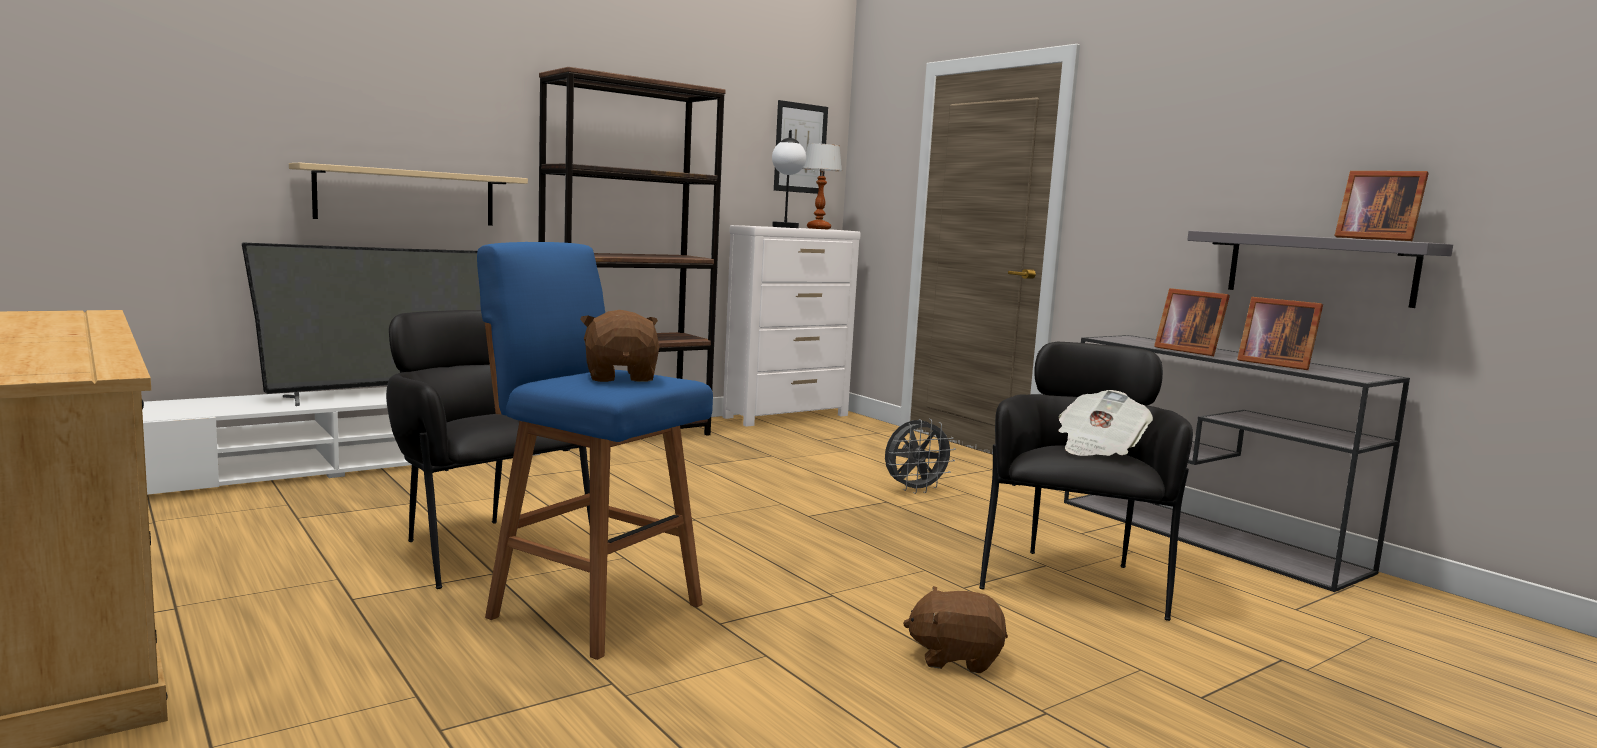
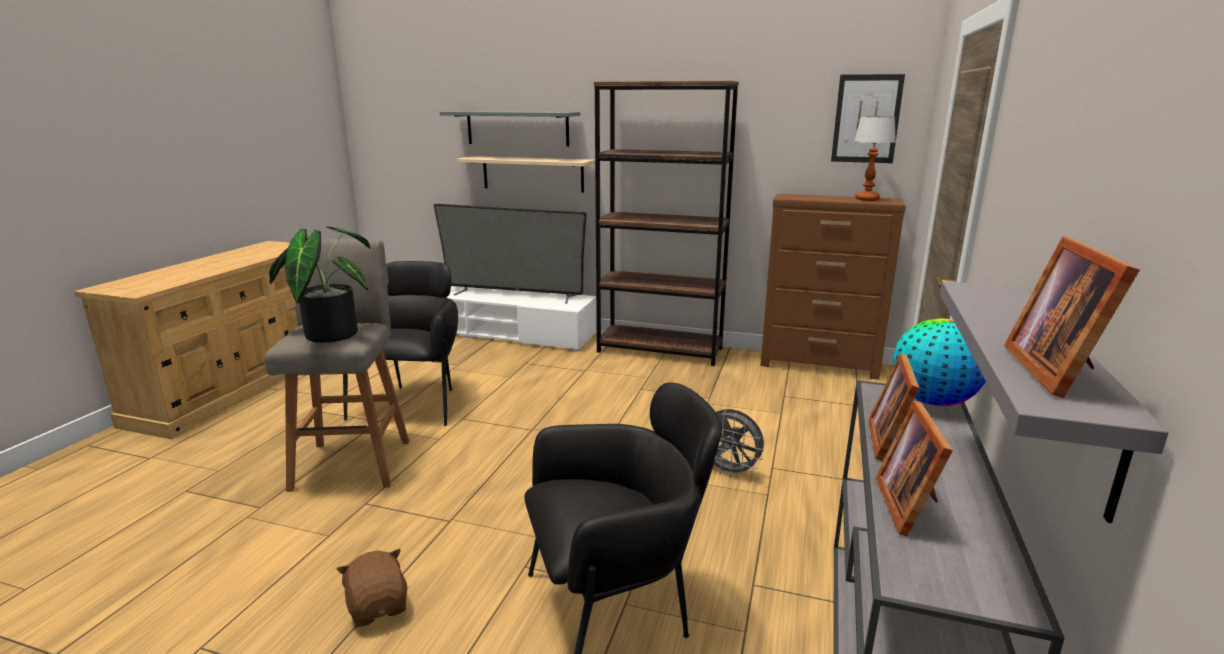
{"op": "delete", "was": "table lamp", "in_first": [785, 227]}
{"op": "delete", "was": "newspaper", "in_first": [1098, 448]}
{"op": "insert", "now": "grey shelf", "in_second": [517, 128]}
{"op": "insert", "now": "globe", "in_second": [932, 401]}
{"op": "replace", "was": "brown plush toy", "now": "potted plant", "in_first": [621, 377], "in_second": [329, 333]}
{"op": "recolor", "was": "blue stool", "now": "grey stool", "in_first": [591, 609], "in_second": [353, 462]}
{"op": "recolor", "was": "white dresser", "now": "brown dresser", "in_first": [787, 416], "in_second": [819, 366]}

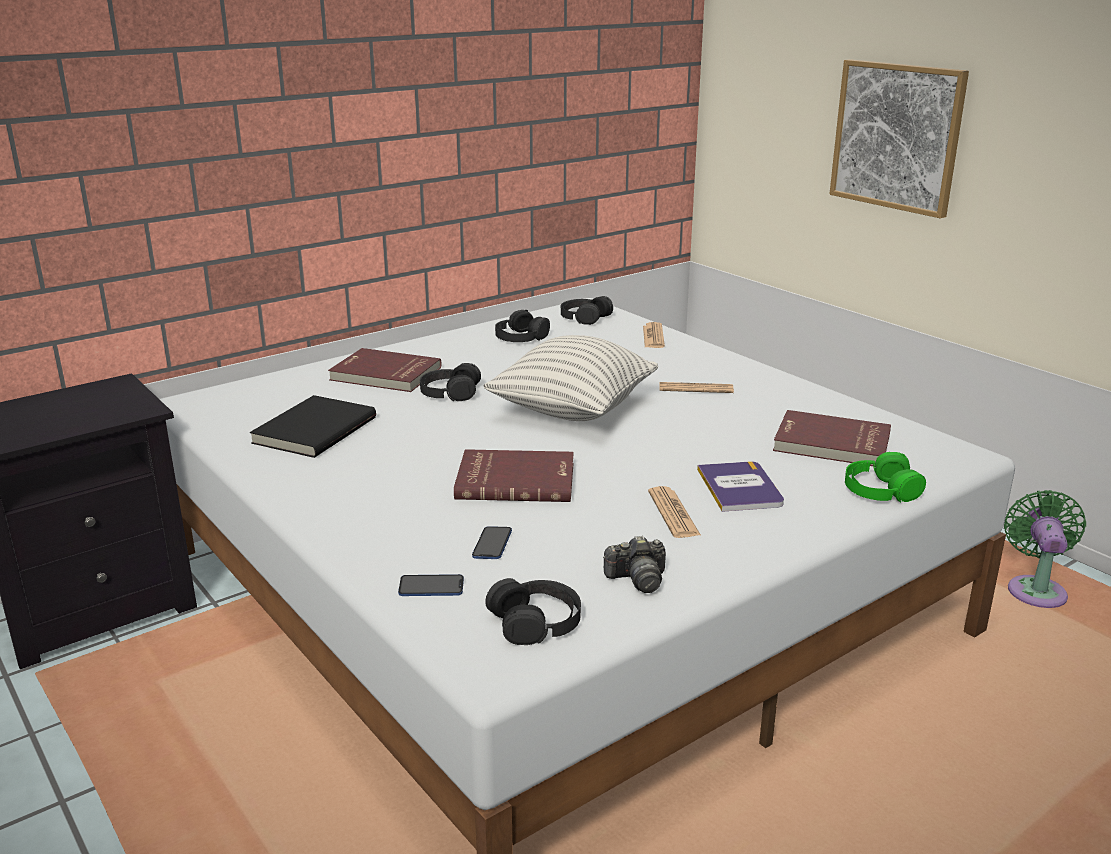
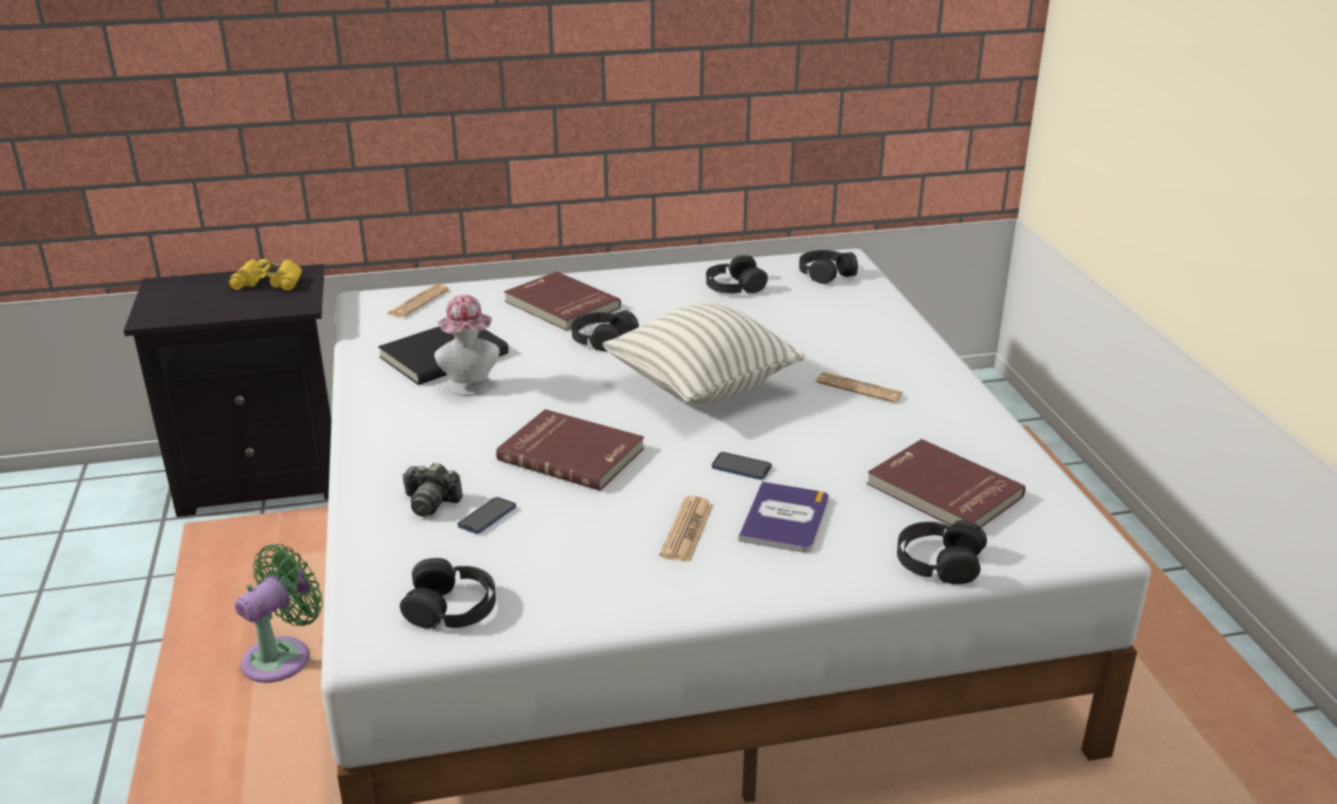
{"op": "delete", "was": "picture", "in_first": [897, 136]}
{"op": "insert", "now": "yellow binoculars", "in_second": [269, 282]}
{"op": "insert", "now": "hat", "in_second": [470, 388]}
{"op": "move", "was": "phone", "in_first": [431, 587], "in_second": [741, 467]}
{"op": "move", "was": "photo camera", "in_first": [637, 579], "in_second": [431, 503]}
{"op": "move", "was": "newspaper", "in_first": [653, 336], "in_second": [418, 302]}
{"op": "move", "was": "green fan", "in_first": [1035, 589], "in_second": [282, 657]}
{"op": "recolor", "was": "green headphones", "now": "black headphones", "in_first": [880, 489], "in_second": [938, 561]}

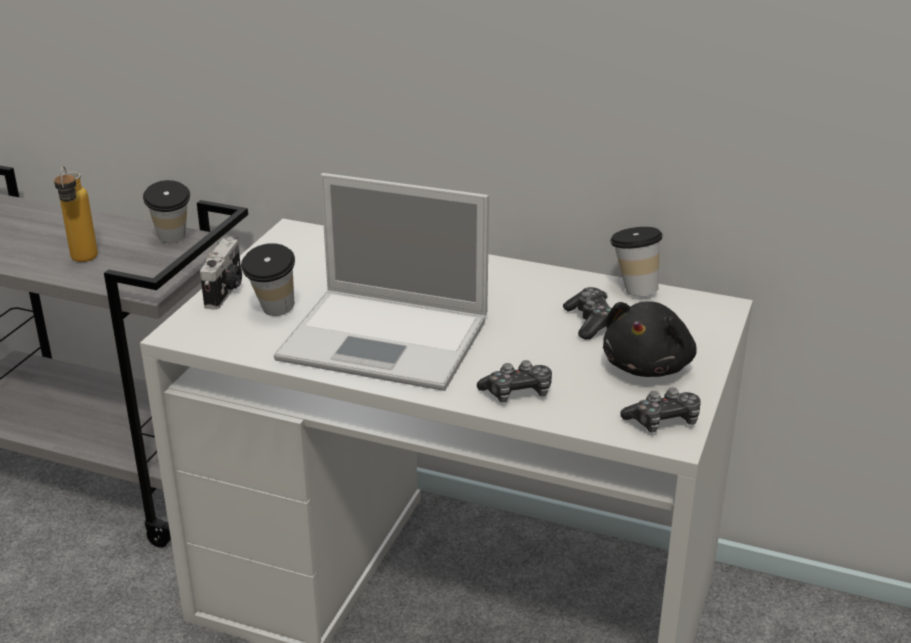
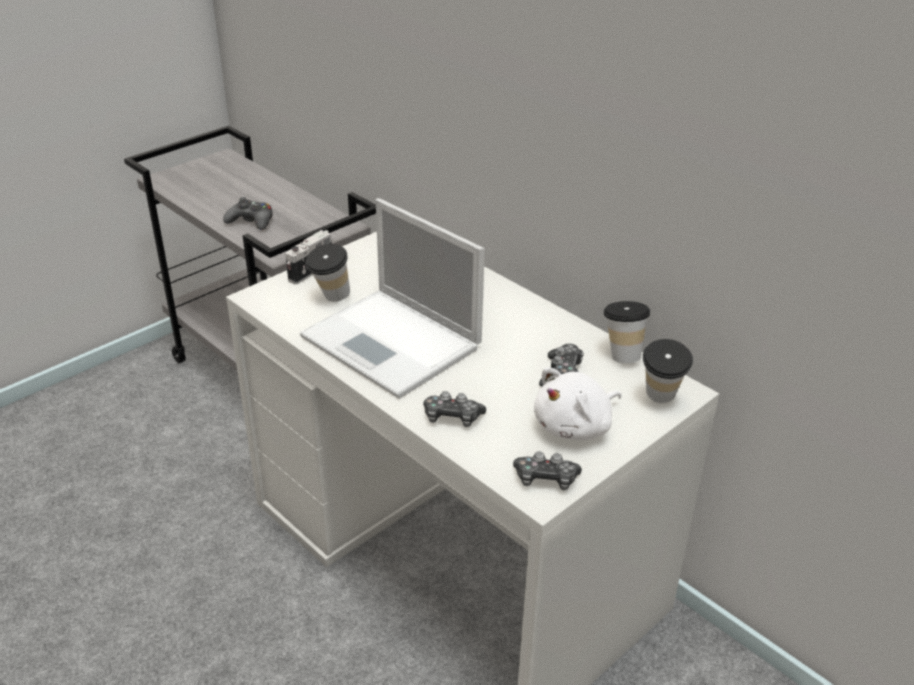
{"op": "move", "was": "cup", "in_first": [172, 241], "in_second": [660, 400]}
{"op": "replace", "was": "bottle", "now": "black game controller", "in_first": [82, 262], "in_second": [251, 221]}
{"op": "recolor", "was": "black plush toy", "now": "white plush toy", "in_first": [648, 366], "in_second": [575, 426]}

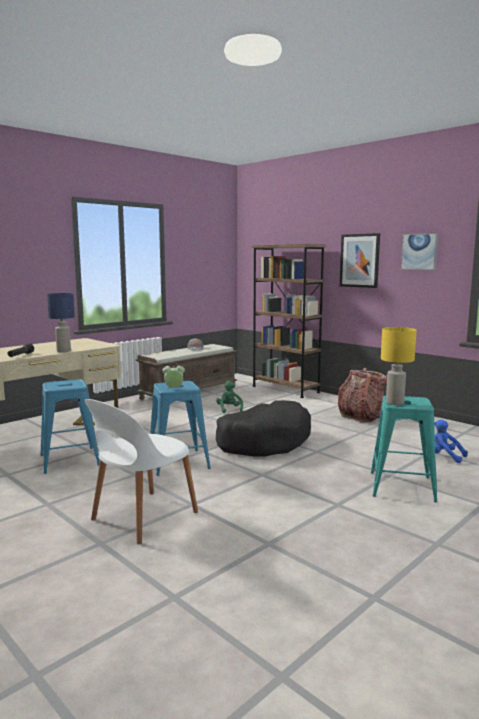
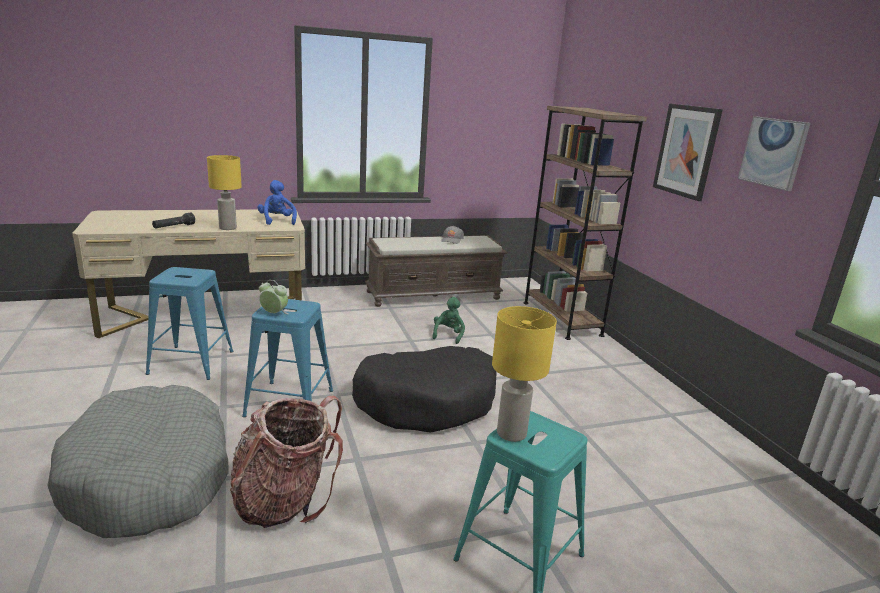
{"op": "move", "was": "backpack", "in_first": [362, 416], "in_second": [285, 500]}
{"op": "move", "was": "blue plush toy", "in_first": [445, 457], "in_second": [277, 221]}
{"op": "replace", "was": "white chair", "now": "grey dog bed", "in_first": [142, 517], "in_second": [149, 477]}
{"op": "recolor", "was": "blue table lamp", "now": "yellow table lamp", "in_first": [64, 351], "in_second": [228, 228]}

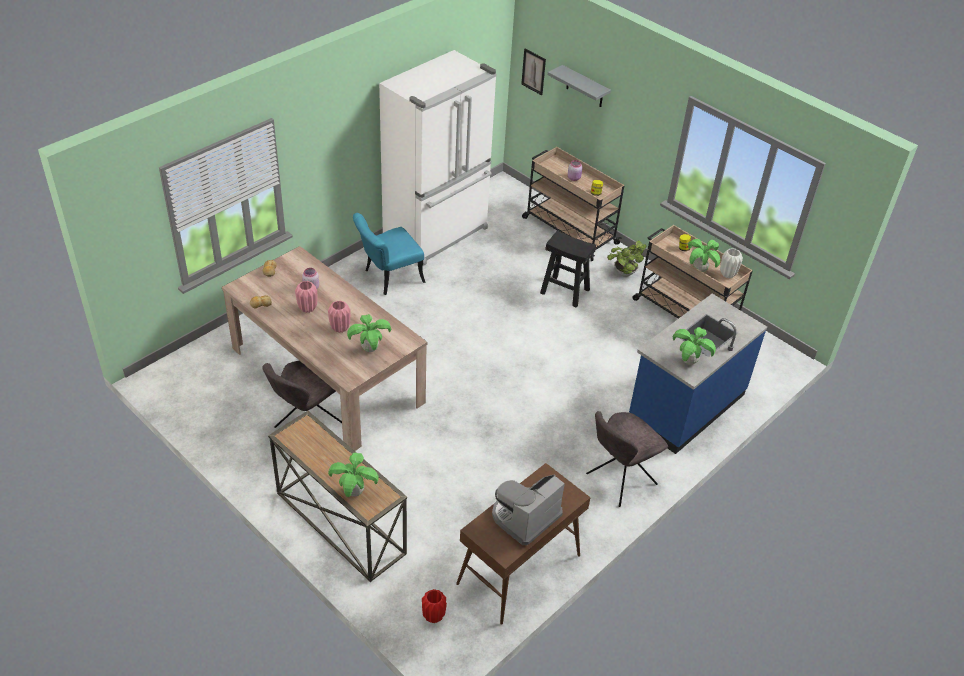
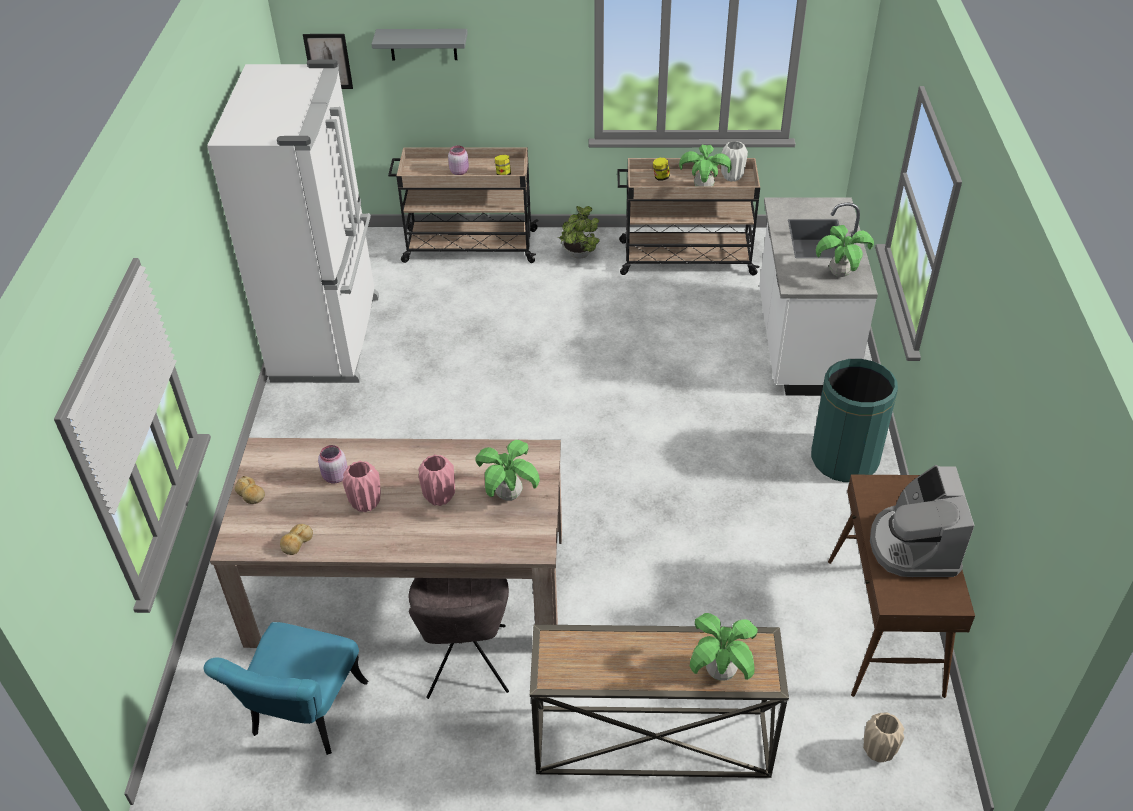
{"op": "delete", "was": "black stool", "in_first": [565, 291]}
{"op": "move", "was": "turquoise chair", "in_first": [388, 278], "in_second": [304, 719]}
{"op": "replace", "was": "grey chair", "now": "green trash can", "in_first": [619, 480], "in_second": [844, 459]}
{"op": "recolor", "was": "red vase", "now": "beige vase", "in_first": [433, 616], "in_second": [878, 752]}
{"op": "recolor", "was": "blue counter", "now": "white counter", "in_first": [685, 406], "in_second": [801, 344]}

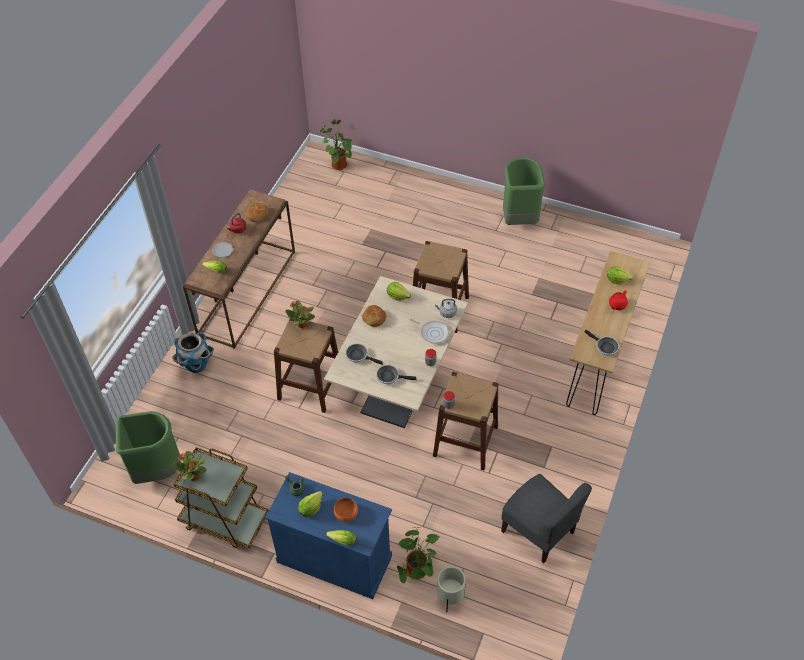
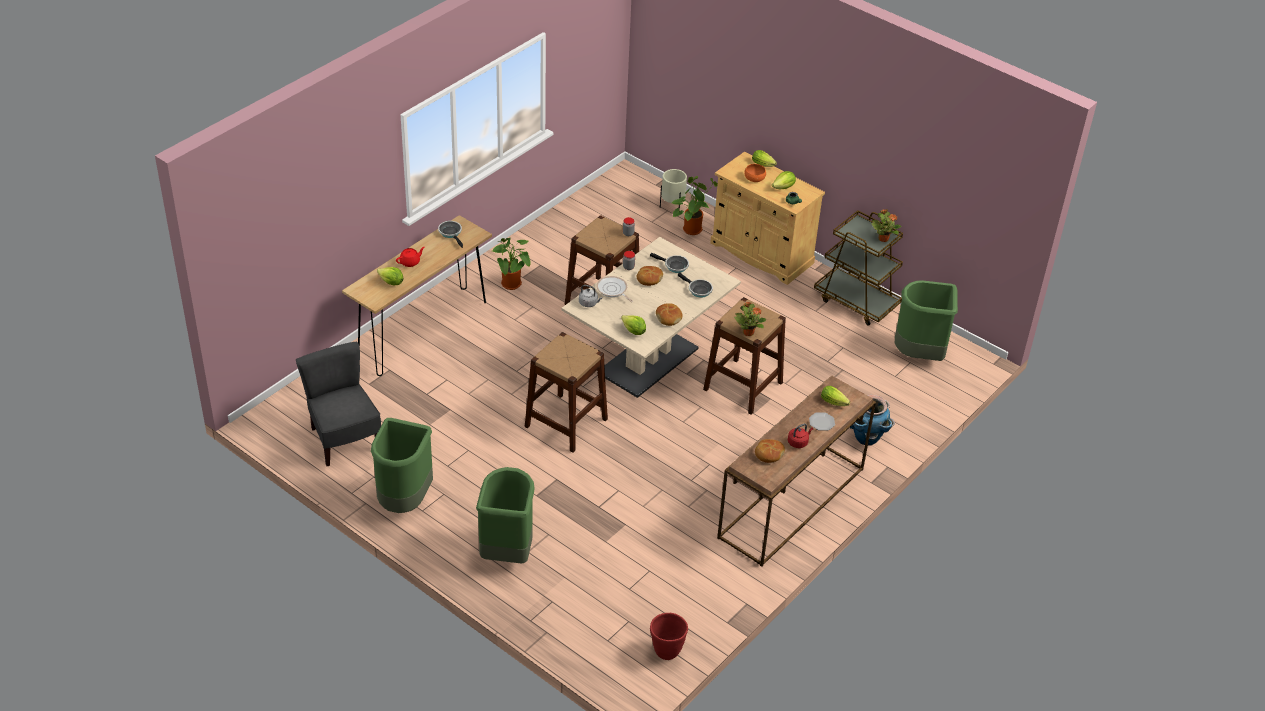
{"op": "insert", "now": "green trash can", "in_second": [507, 552]}
{"op": "insert", "now": "bread", "in_second": [649, 279]}
{"op": "insert", "now": "red planter", "in_second": [666, 651]}
{"op": "move", "was": "potted plant", "in_first": [337, 164], "in_second": [513, 285]}
{"op": "move", "was": "grey chair", "in_first": [538, 531], "in_second": [344, 439]}
{"op": "recolor", "was": "blue cabinet", "now": "beige cabinet", "in_first": [334, 558], "in_second": [761, 253]}

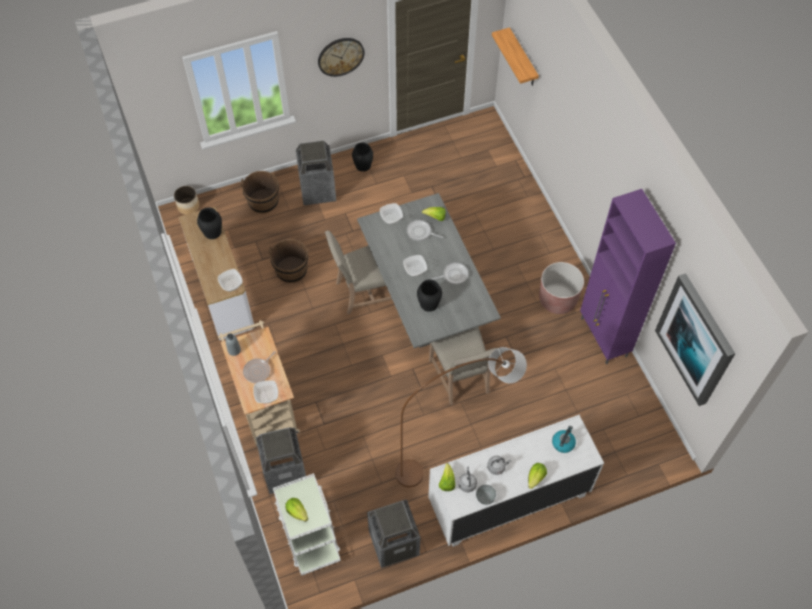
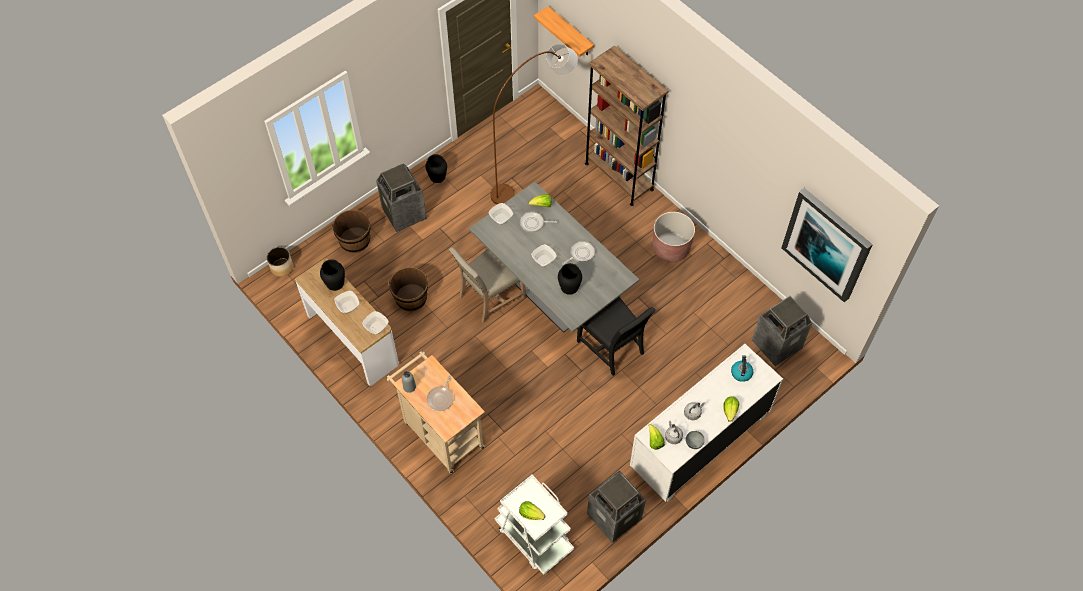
{"op": "delete", "was": "wall clock", "in_first": [340, 56]}
{"op": "delete", "was": "purple cabinet", "in_first": [603, 338]}
{"op": "insert", "now": "brown bookcase", "in_second": [619, 176]}
{"op": "move", "was": "bowl", "in_first": [266, 397], "in_second": [348, 307]}
{"op": "move", "was": "trash can", "in_first": [284, 472], "in_second": [776, 344]}
{"op": "move", "was": "brown floor lamp", "in_first": [456, 452], "in_second": [534, 169]}
{"op": "recolor", "was": "beige chair", "now": "black chair", "in_first": [461, 377], "in_second": [613, 347]}

